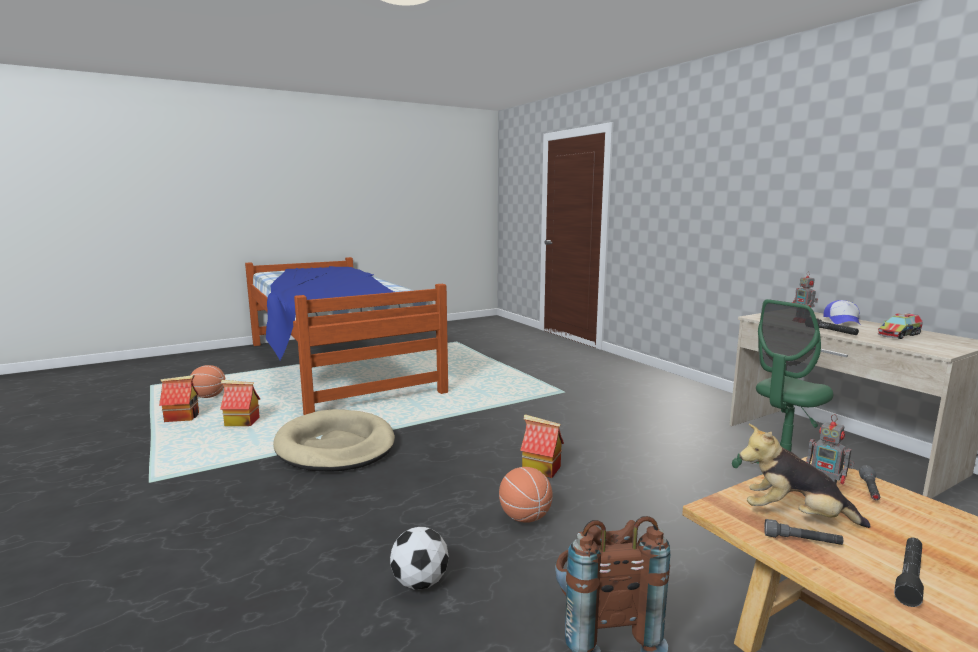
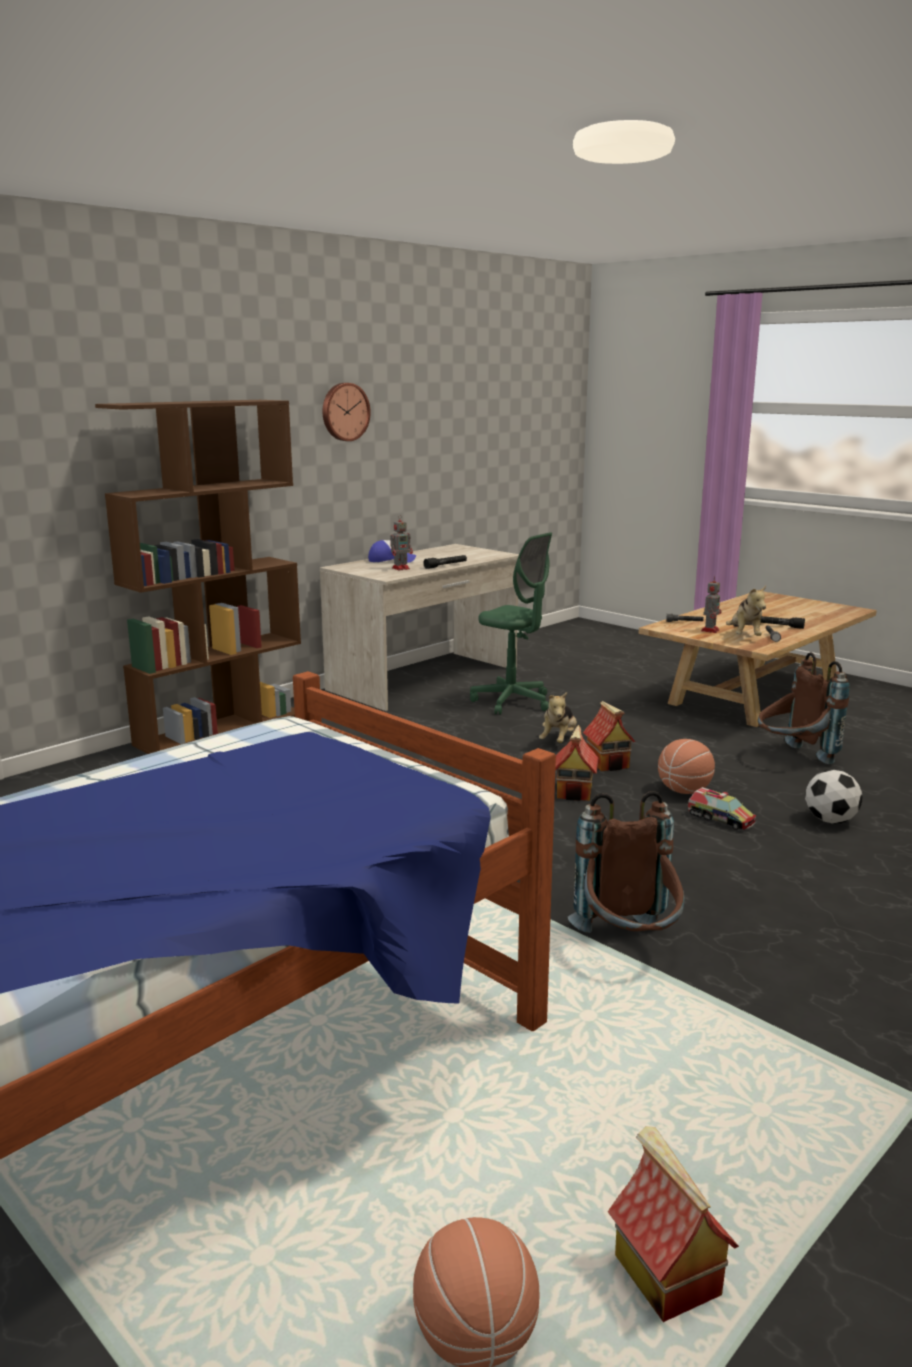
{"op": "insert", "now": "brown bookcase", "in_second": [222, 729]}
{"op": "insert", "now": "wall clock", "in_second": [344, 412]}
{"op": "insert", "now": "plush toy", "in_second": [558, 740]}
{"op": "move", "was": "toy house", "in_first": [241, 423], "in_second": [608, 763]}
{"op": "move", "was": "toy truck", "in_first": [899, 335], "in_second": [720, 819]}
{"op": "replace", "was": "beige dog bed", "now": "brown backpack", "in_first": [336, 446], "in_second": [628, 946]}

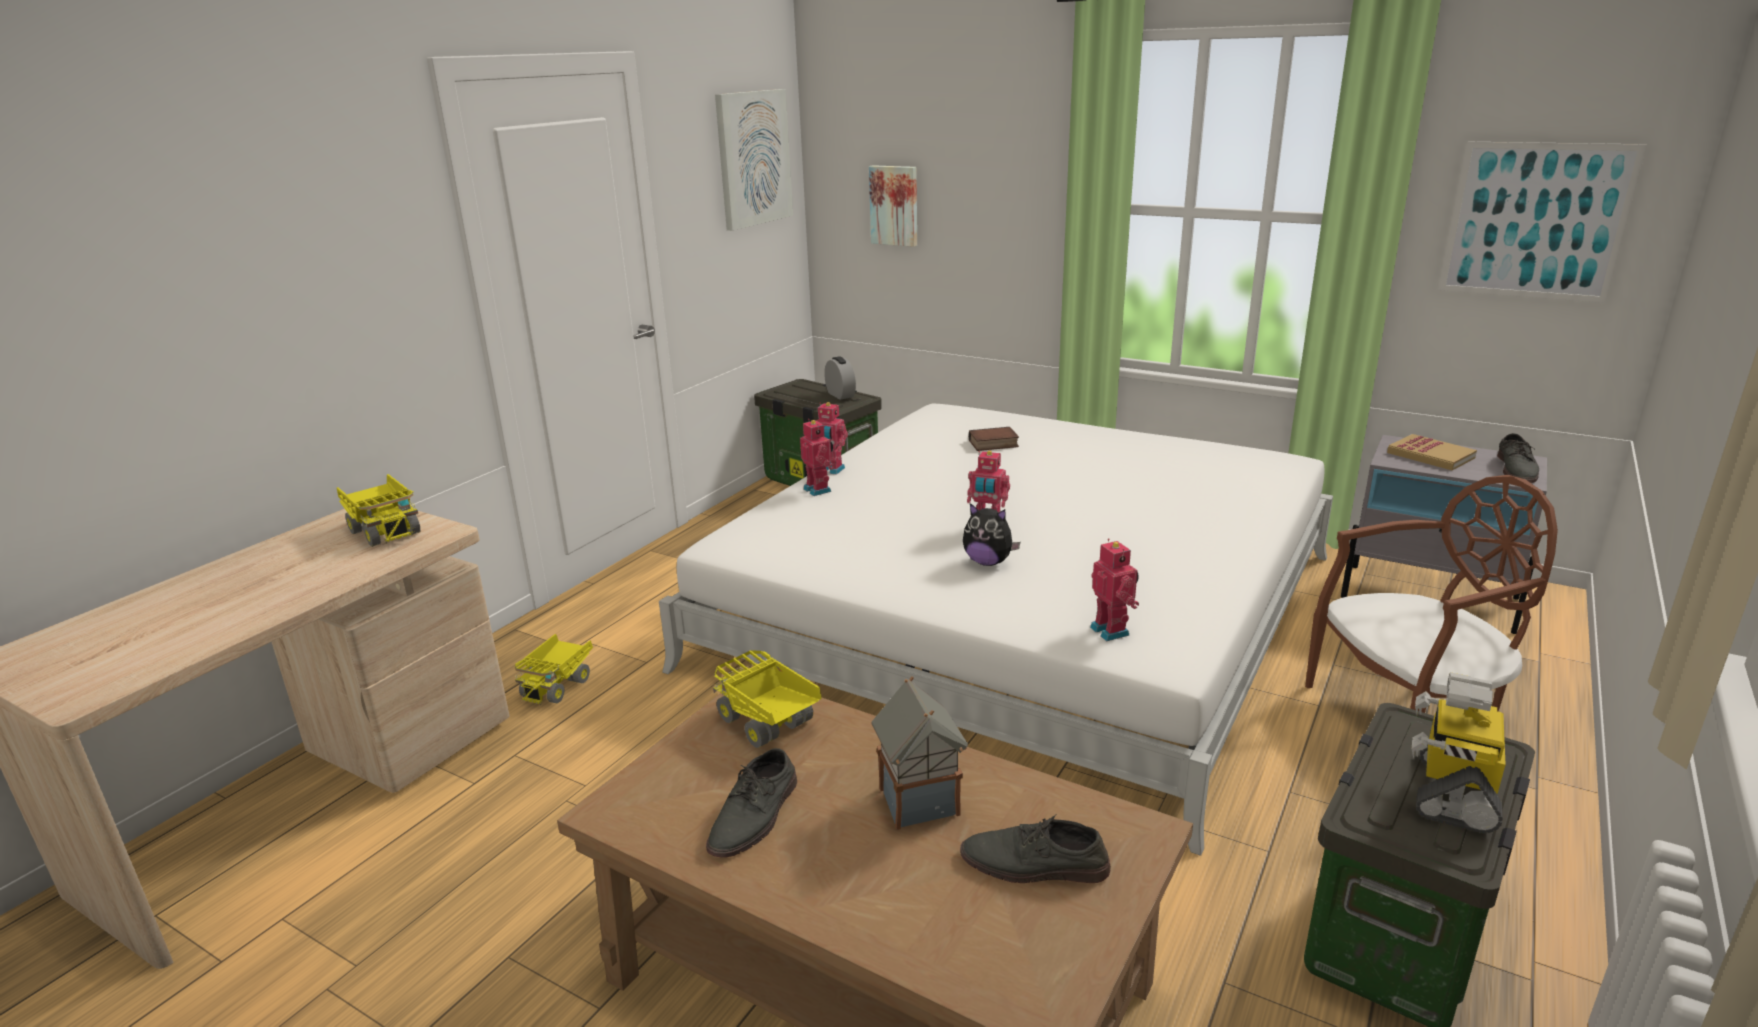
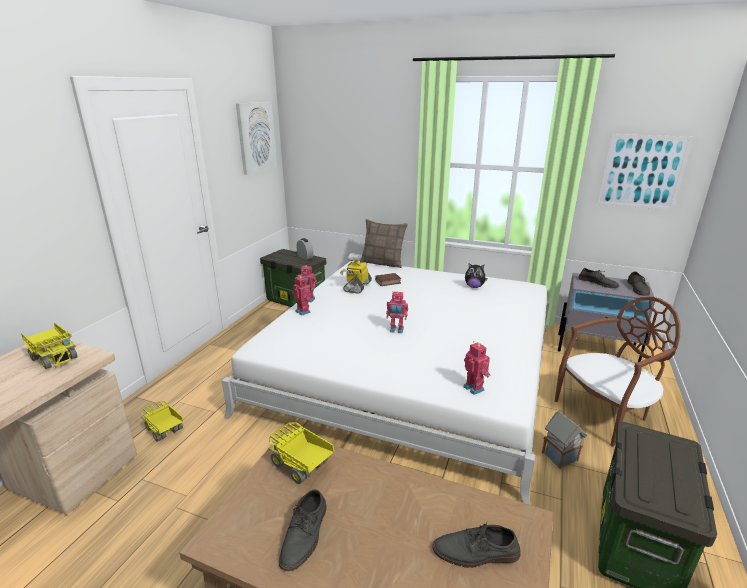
{"op": "delete", "was": "picture", "in_first": [895, 205]}
{"op": "insert", "now": "pillow", "in_second": [383, 263]}
{"op": "move", "was": "toy house", "in_first": [920, 803], "in_second": [560, 457]}
{"op": "move", "was": "plush toy", "in_first": [988, 562], "in_second": [474, 286]}
{"op": "move", "was": "toy robot", "in_first": [1452, 791], "in_second": [357, 287]}
{"op": "replace", "was": "book", "now": "grey shoe", "in_first": [1430, 455], "in_second": [598, 283]}
{"op": "rotate", "was": "toy truck", "in_first": [558, 685], "in_second": [164, 430], "clockwise": 120}

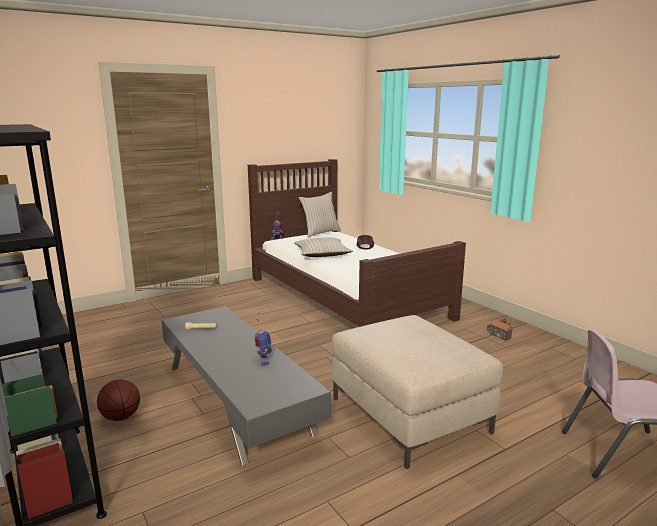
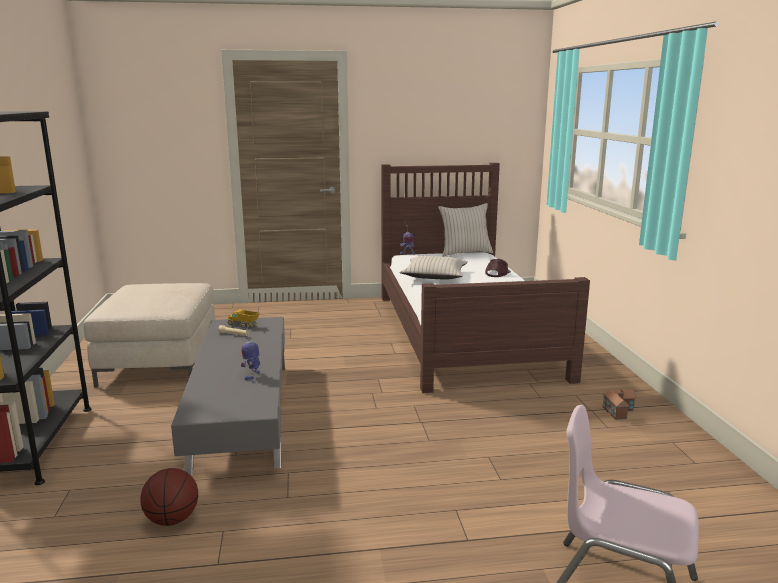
{"op": "insert", "now": "toy truck", "in_second": [243, 325]}
{"op": "move", "was": "basketball", "in_first": [121, 417], "in_second": [172, 519]}
{"op": "move", "was": "beige ottoman", "in_first": [408, 415], "in_second": [159, 362]}

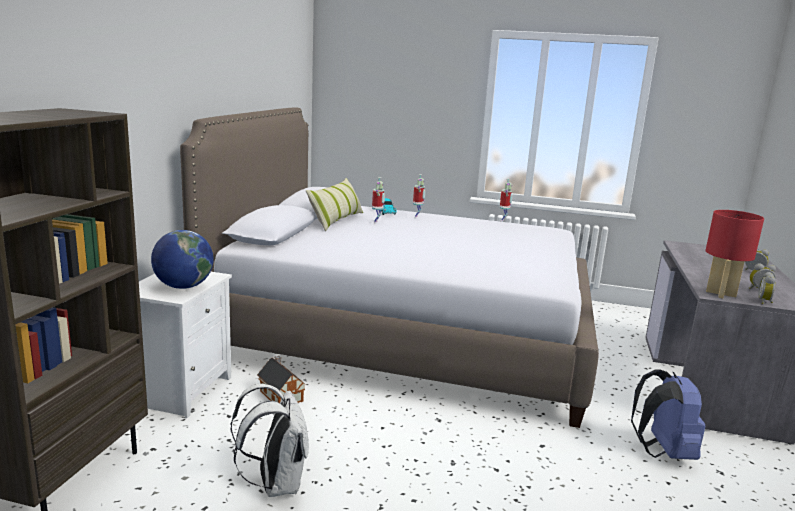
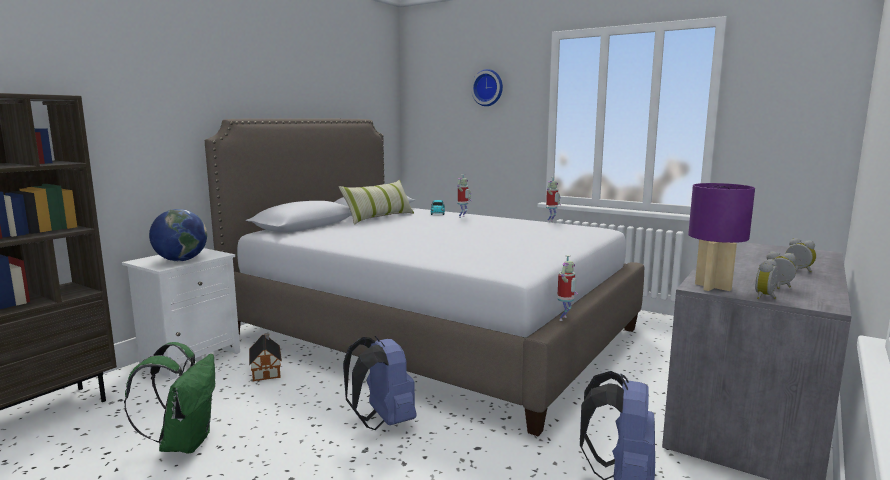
{"op": "insert", "now": "blue backpack", "in_second": [383, 421]}
{"op": "insert", "now": "wall clock", "in_second": [488, 88]}
{"op": "move", "was": "toy robot", "in_first": [377, 222], "in_second": [565, 319]}
{"op": "recolor", "was": "white backpack", "now": "green backpack", "in_first": [276, 483], "in_second": [184, 442]}
{"op": "recolor", "was": "red table lamp", "now": "purple table lamp", "in_first": [721, 294], "in_second": [713, 287]}

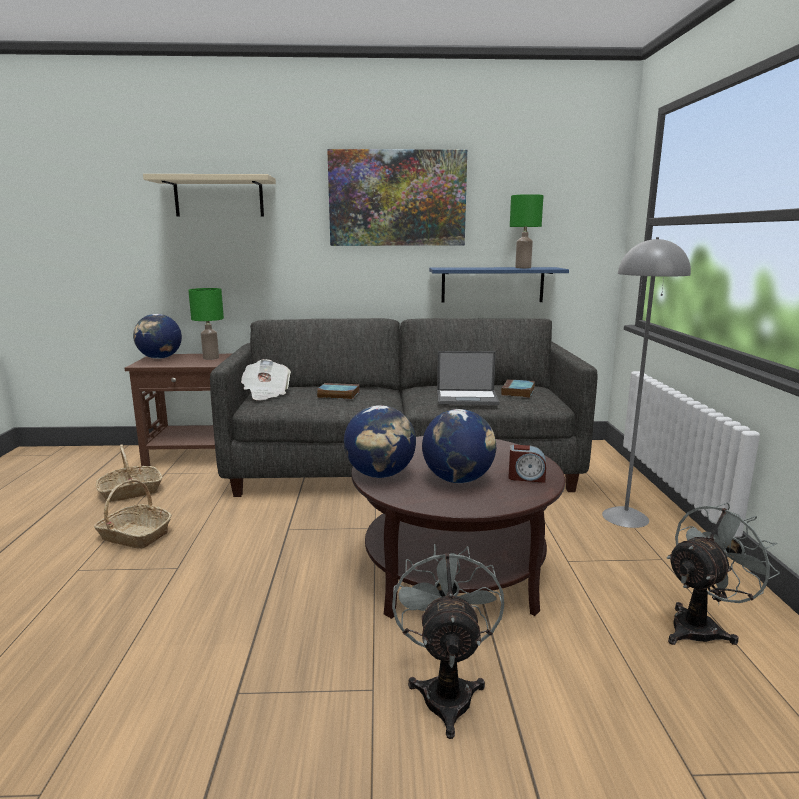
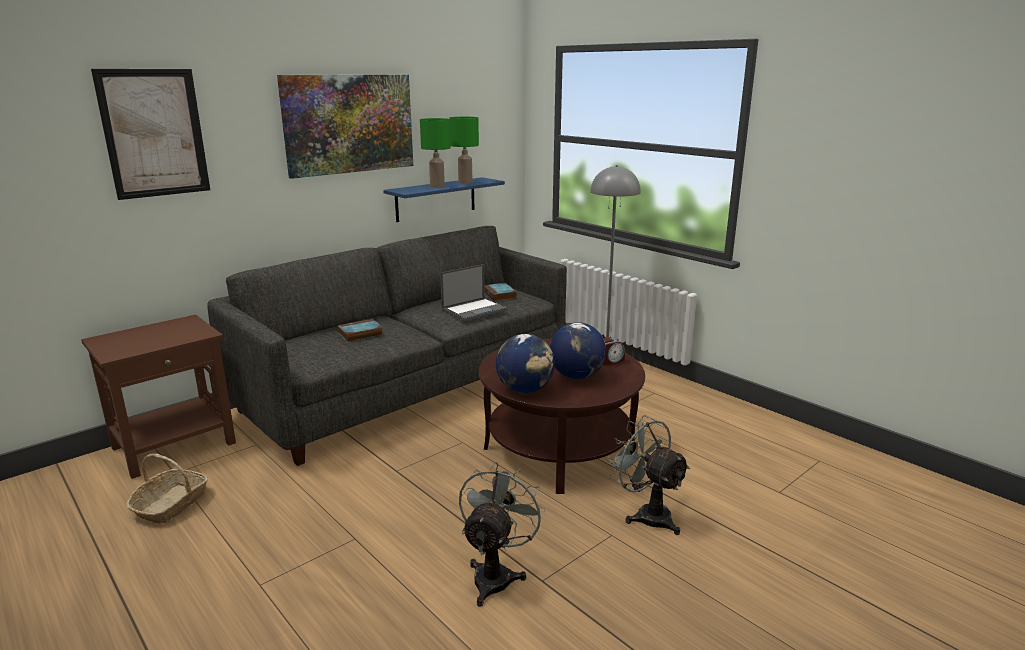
{"op": "delete", "was": "basket", "in_first": [134, 536]}
{"op": "delete", "was": "globe", "in_first": [160, 358]}
{"op": "delete", "was": "newspaper", "in_first": [266, 393]}
{"op": "move", "was": "green table lamp", "in_first": [211, 358], "in_second": [437, 186]}
{"op": "move", "was": "grey fan", "in_first": [702, 627], "in_second": [496, 574]}
{"op": "replace", "was": "beige shelf", "now": "picture", "in_first": [219, 197], "in_second": [154, 133]}

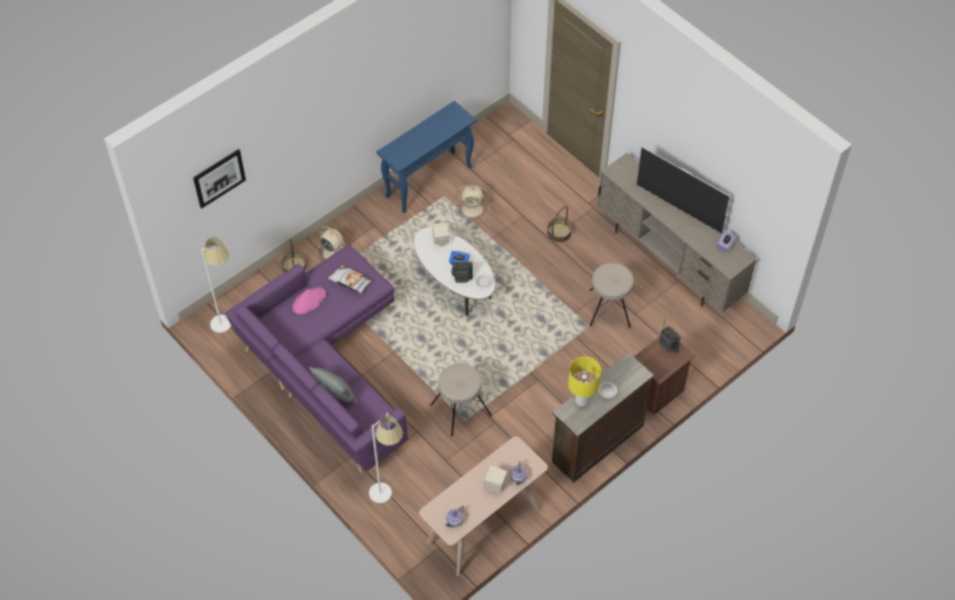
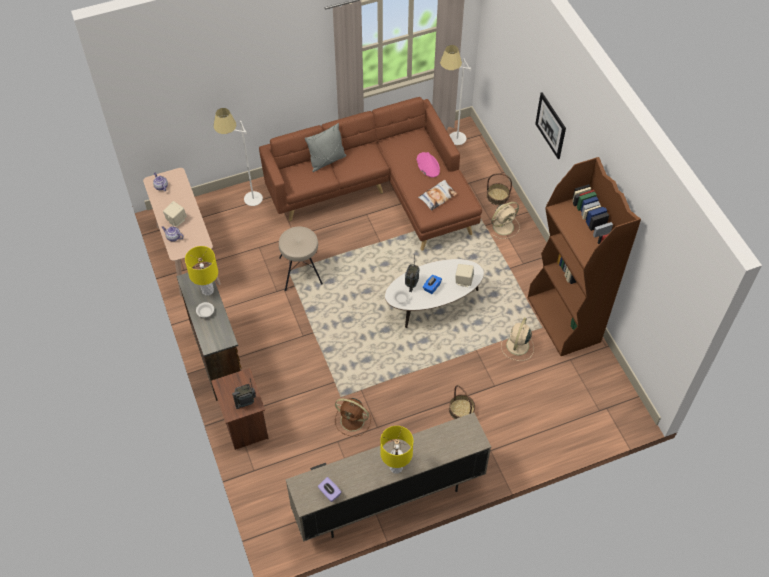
{"op": "move", "was": "picture", "in_first": [219, 178], "in_second": [550, 125]}
{"op": "replace", "was": "blue console table", "now": "brown bookcase", "in_first": [429, 181], "in_second": [564, 320]}
{"op": "replace", "was": "beige stool", "now": "brown fan", "in_first": [609, 308], "in_second": [353, 421]}
{"op": "replace", "was": "television", "now": "yellow table lamp", "in_first": [679, 208], "in_second": [396, 467]}
{"op": "recolor", "was": "purple sofa", "now": "brown sofa", "in_first": [327, 370], "in_second": [381, 193]}

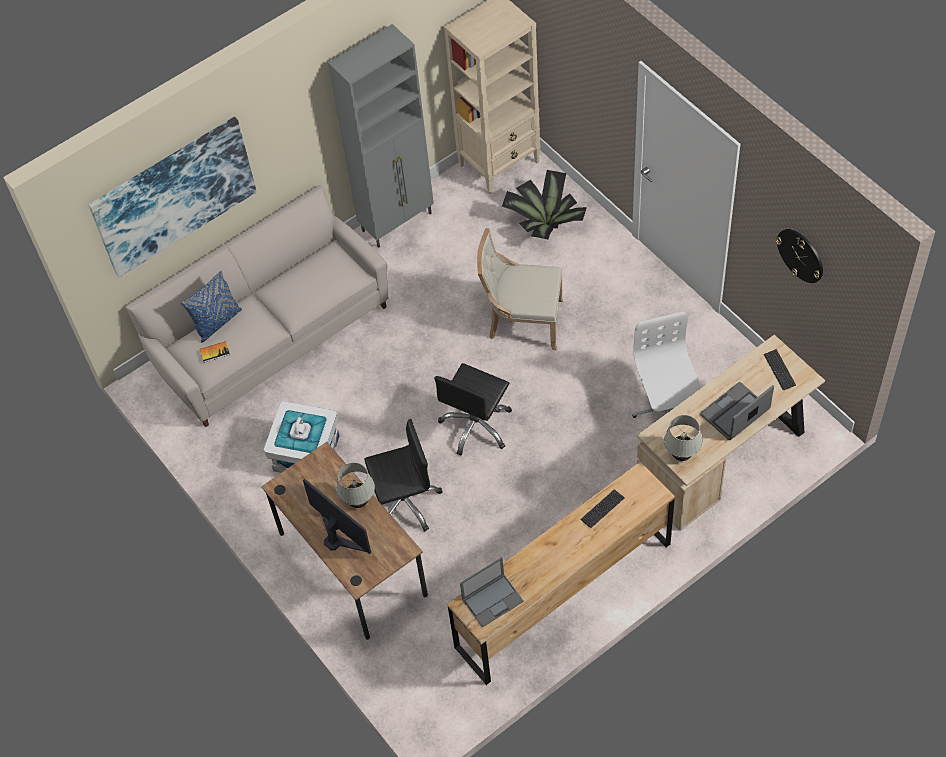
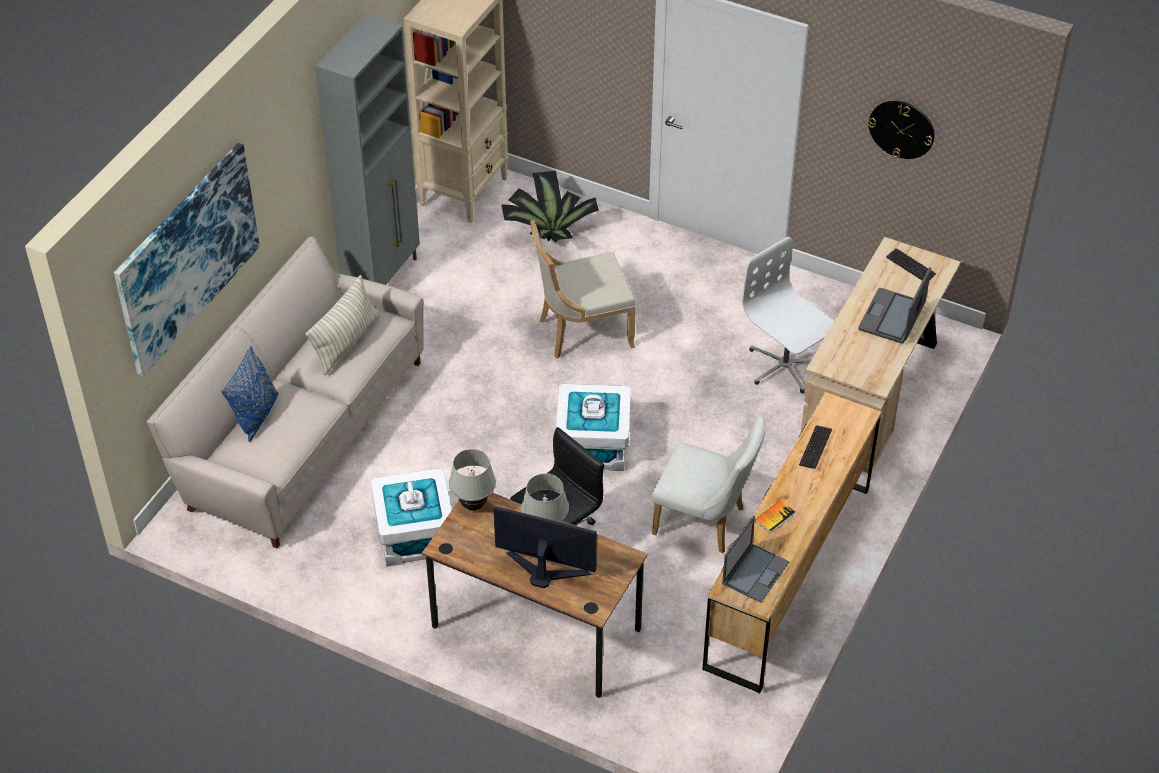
{"op": "insert", "now": "pillow", "in_second": [346, 342]}
{"op": "insert", "now": "white chair", "in_second": [705, 523]}
{"op": "move", "was": "book", "in_first": [215, 352], "in_second": [775, 517]}
{"op": "move", "was": "white table lamp", "in_first": [681, 455], "in_second": [474, 506]}
{"op": "replace", "was": "black office chair", "now": "white storage box", "in_first": [476, 425], "in_second": [593, 446]}

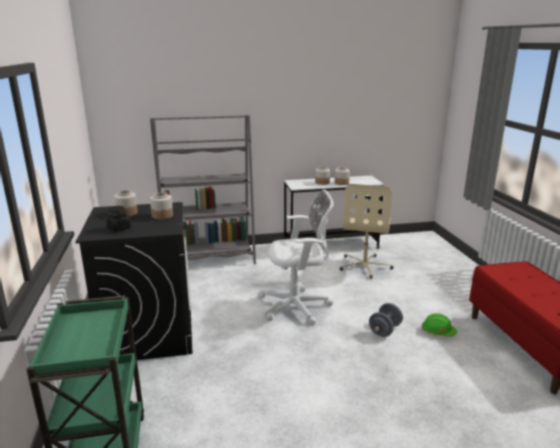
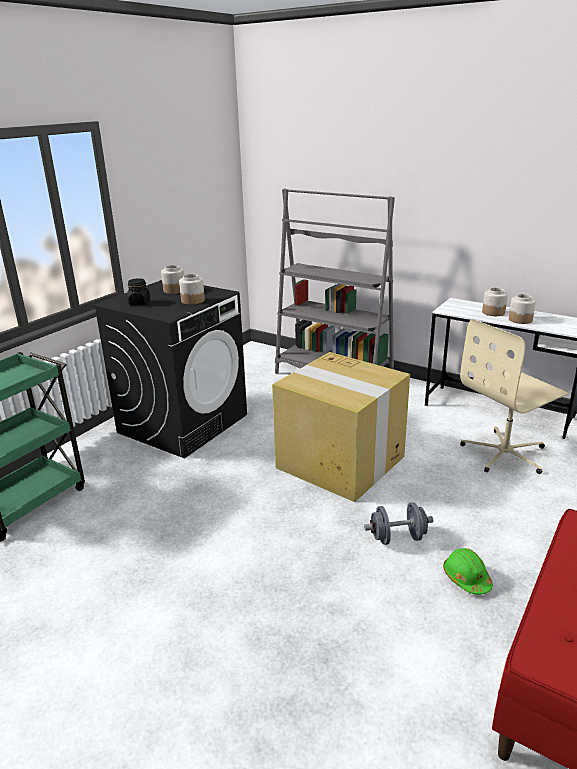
{"op": "replace", "was": "white office chair", "now": "cardboard box", "in_first": [297, 307], "in_second": [341, 462]}

